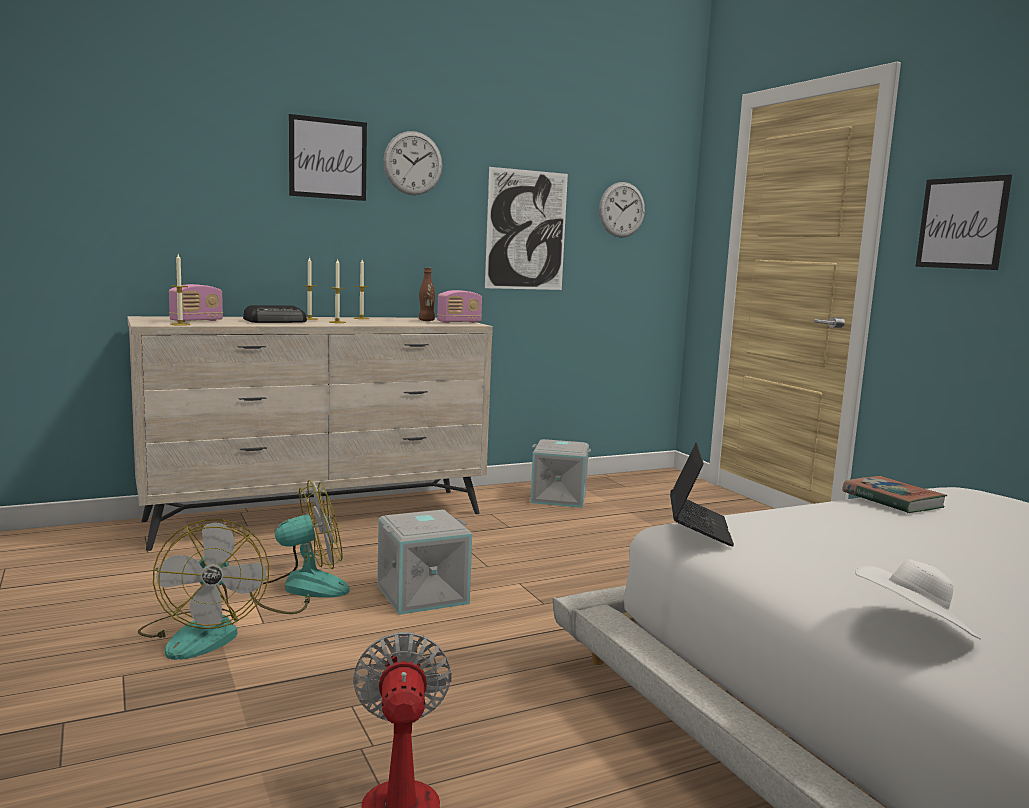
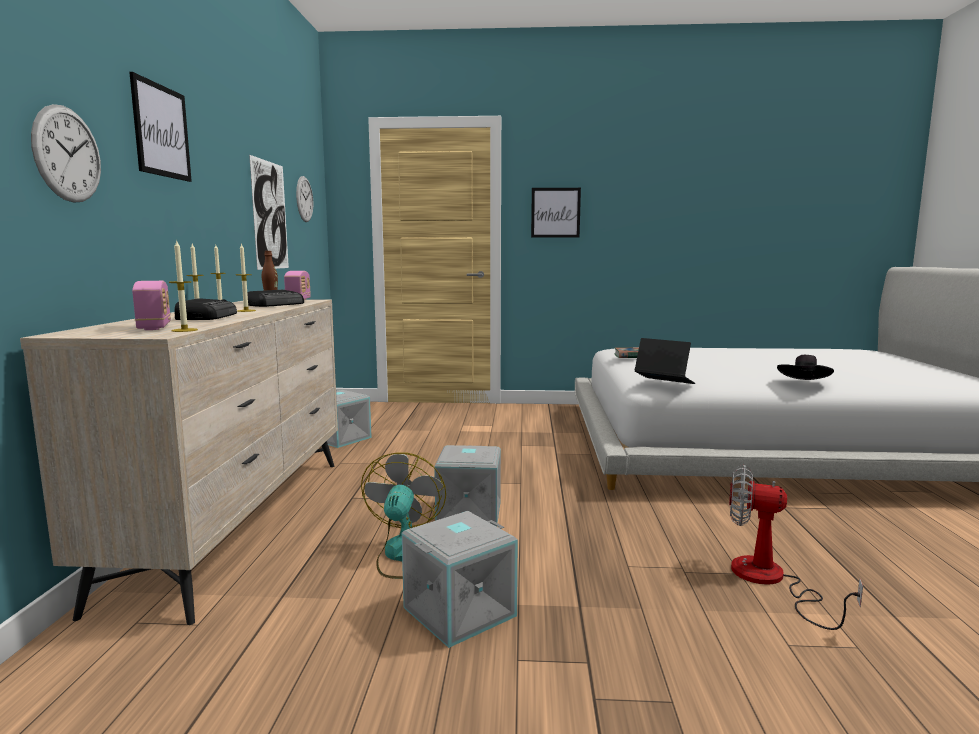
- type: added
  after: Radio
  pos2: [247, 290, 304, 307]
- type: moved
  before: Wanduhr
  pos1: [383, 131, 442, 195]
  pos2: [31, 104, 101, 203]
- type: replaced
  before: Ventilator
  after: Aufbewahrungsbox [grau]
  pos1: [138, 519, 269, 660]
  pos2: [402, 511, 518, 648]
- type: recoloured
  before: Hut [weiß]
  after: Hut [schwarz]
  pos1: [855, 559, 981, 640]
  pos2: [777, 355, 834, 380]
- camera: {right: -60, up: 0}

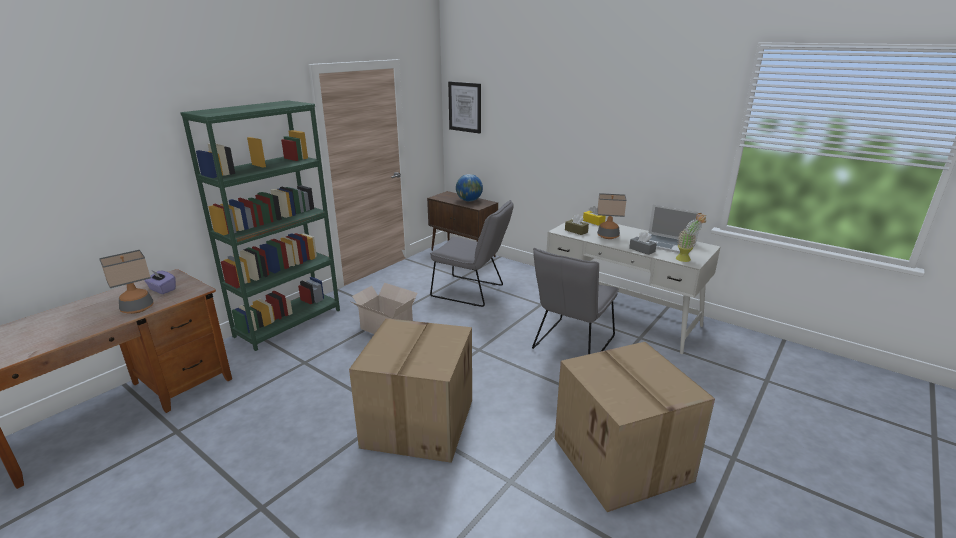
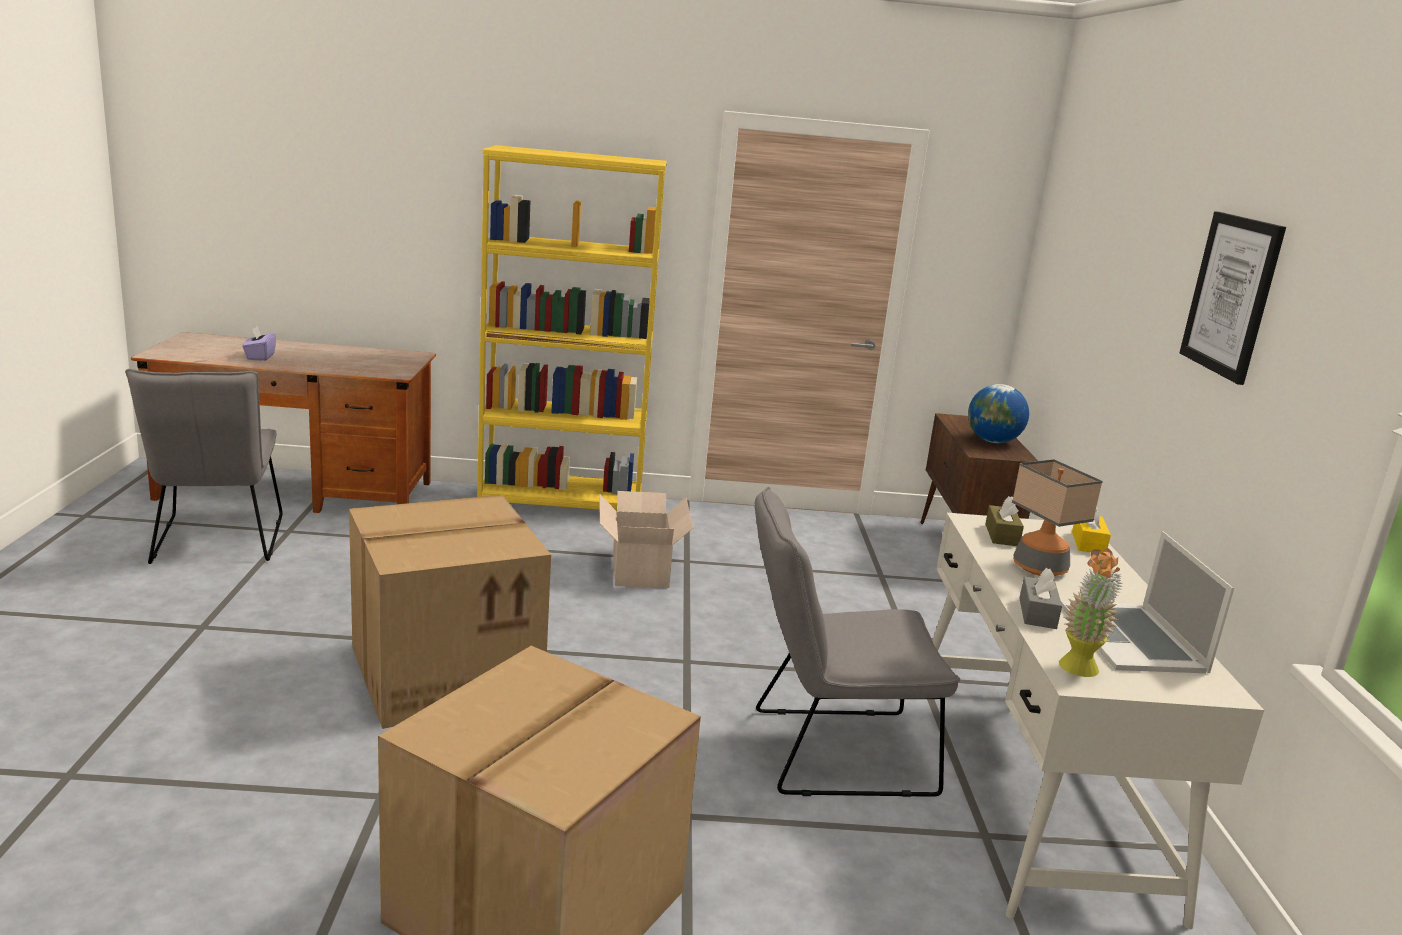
- type: removed
  before: Tischlampe
  pos1: [99, 250, 153, 314]
- type: moved
  before: Taschentuchbox [lila]
  pos1: [144, 271, 176, 294]
  pos2: [242, 326, 276, 361]
- type: moved
  before: Stuhl [grau]
  pos1: [430, 200, 514, 307]
  pos2: [125, 369, 283, 564]
- type: moved
  before: Bild
  pos1: [448, 82, 481, 134]
  pos2: [1180, 211, 1286, 385]
- type: recoloured
  before: Bücherregal [grün]
  after: Bücherregal [gelb]
  pos1: [180, 101, 340, 351]
  pos2: [477, 145, 667, 511]
- camera: {right: 50, up: -5}

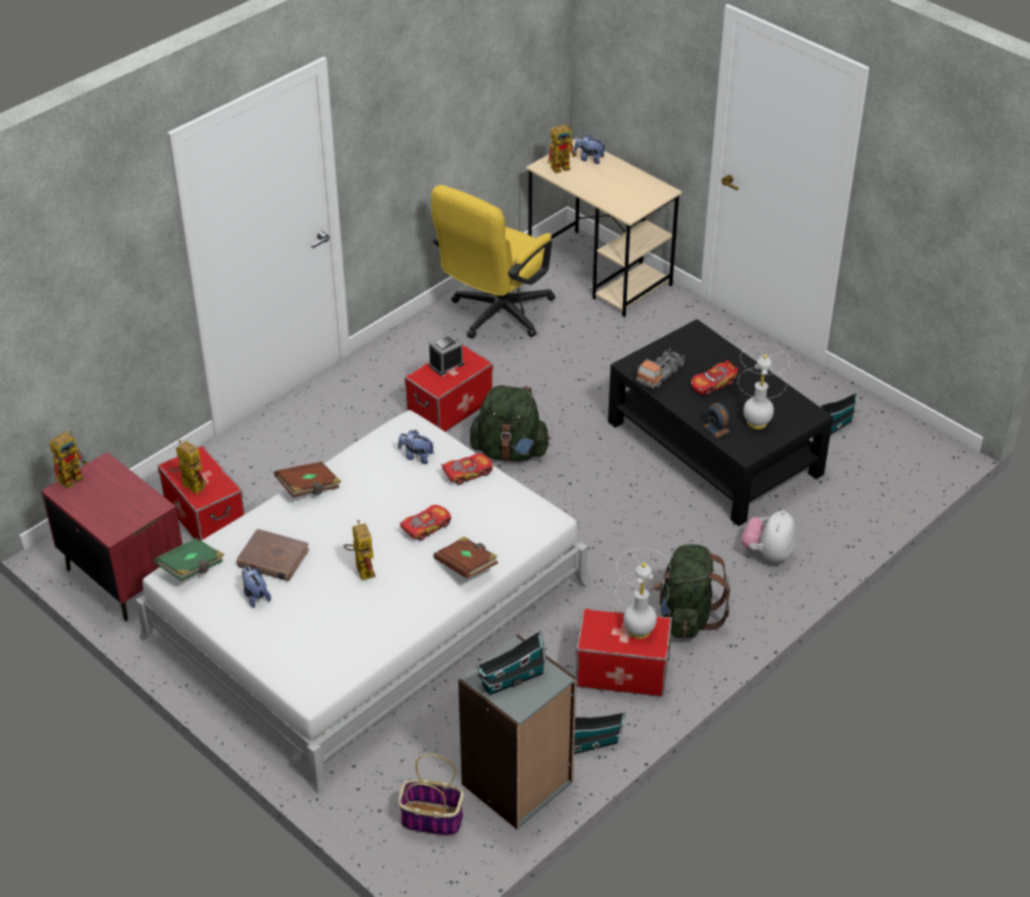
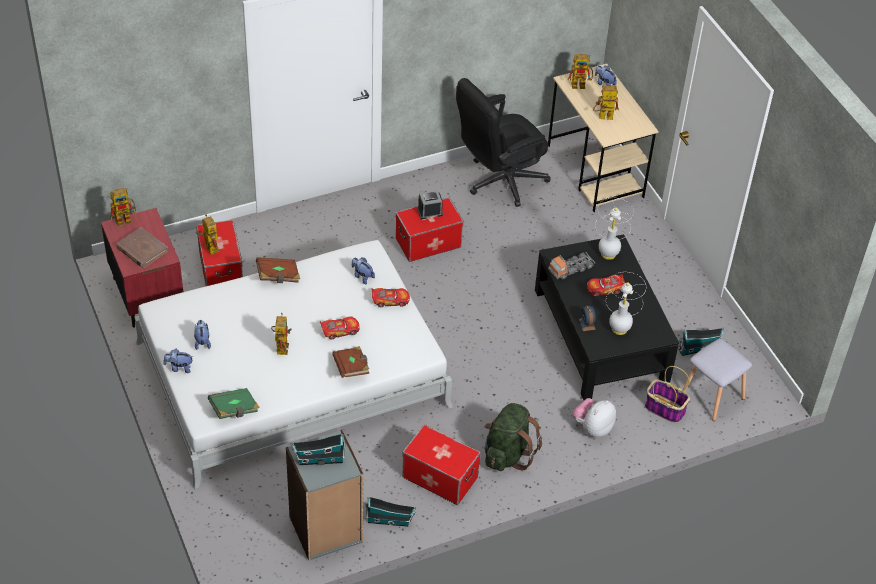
- type: removed
  before: Rucksack [grün]
  pos1: [470, 385, 551, 462]
- type: added
  after: Plüschtier
  pos2: [164, 349, 193, 373]
- type: added
  after: Spielzeugroboter
  pos2: [593, 85, 619, 120]
- type: added
  after: Hocker [grau]
  pos2: [682, 339, 752, 421]
- type: moved
  before: Buch [grün]
  pos1: [154, 538, 225, 581]
  pos2: [208, 388, 260, 419]
- type: moved
  before: Buch [braun]
  pos1: [237, 529, 309, 581]
  pos2: [116, 227, 168, 268]
- type: moved
  before: Korb
  pos1: [398, 754, 464, 836]
  pos2: [645, 366, 690, 423]
- type: moved
  before: Tischlampe [weiß]
  pos1: [615, 548, 671, 639]
  pos2: [595, 198, 634, 260]
- type: recoloured
  before: Bürostuhl [gelb]
  after: Bürostuhl [schwarz]
  pos1: [431, 185, 555, 338]
  pos2: [456, 78, 550, 207]
- camera: {right: 20, up: 5}

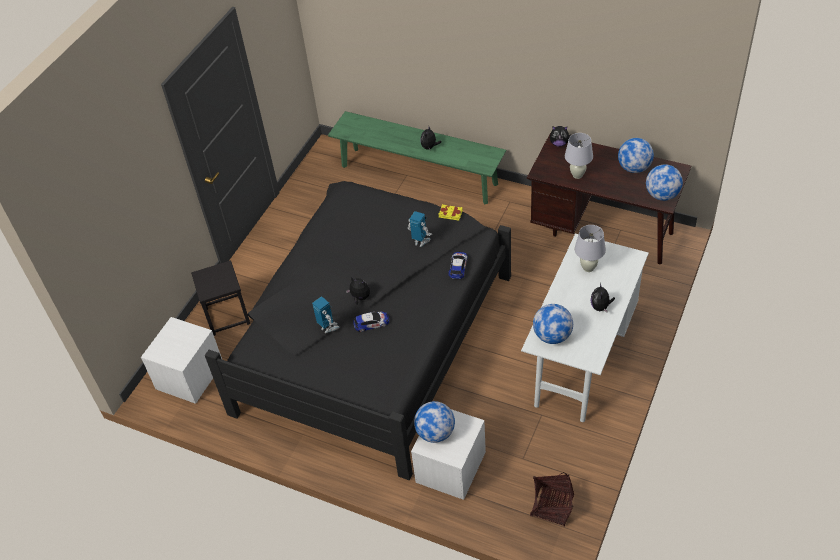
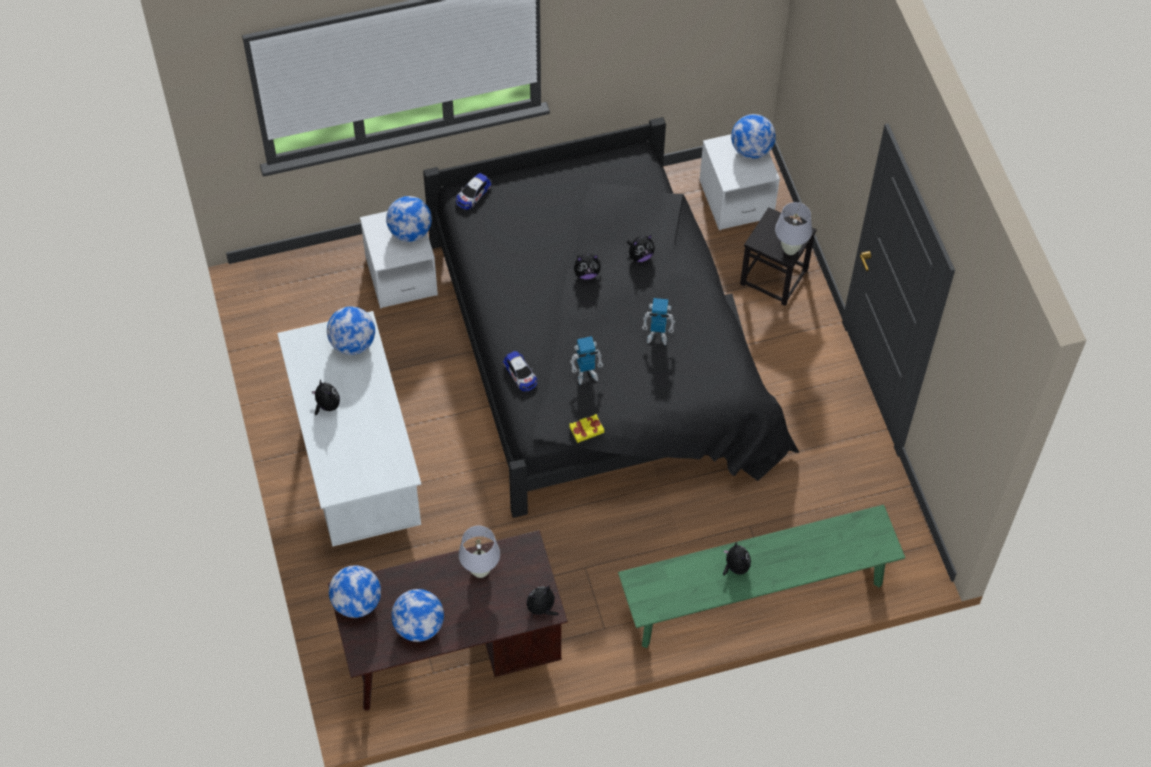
- type: removed
  before: Korb
  pos1: [530, 472, 574, 527]
- type: added
  after: Plüschtier
  pos2: [627, 235, 655, 262]
- type: added
  after: Globus
  pos2: [731, 114, 776, 159]
- type: moved
  before: Spielzeugroboter
  pos1: [312, 296, 339, 333]
  pos2: [642, 298, 675, 345]
- type: moved
  before: Spielzeugauto
  pos1: [353, 311, 389, 332]
  pos2: [456, 173, 492, 210]
- type: moved
  before: Tischlampe [weiß]
  pos1: [575, 225, 606, 272]
  pos2: [775, 202, 812, 255]
- camera: {right: 135, up: 10}

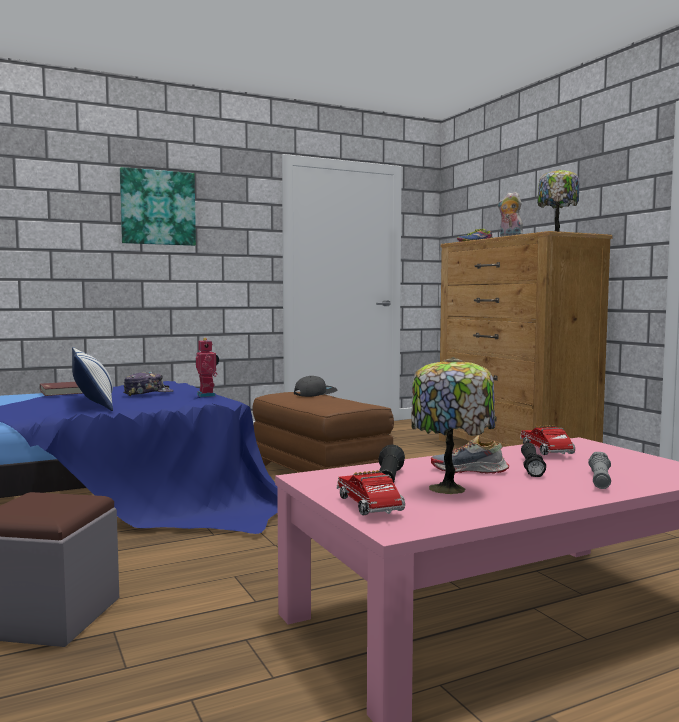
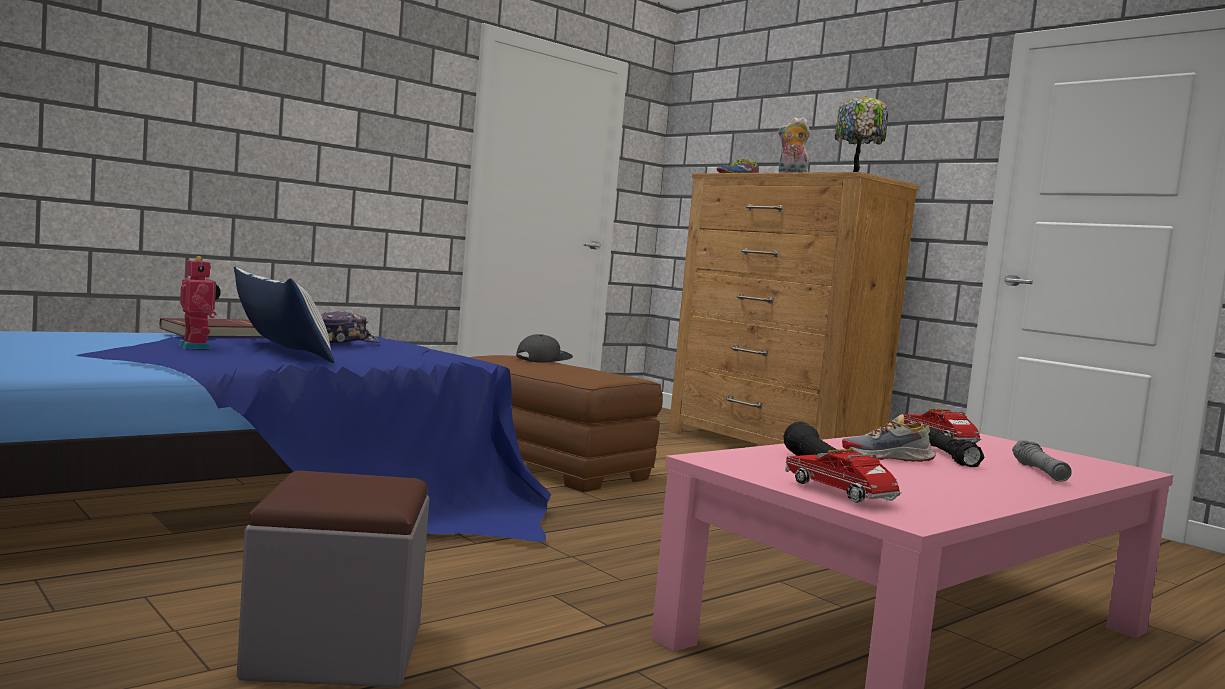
- type: removed
  before: Bild
  pos1: [120, 167, 196, 246]
- type: removed
  before: Tischlampe
  pos1: [411, 357, 495, 494]
- type: moved
  before: Spielzeugroboter
  pos1: [196, 338, 219, 397]
  pos2: [179, 256, 221, 349]
- camera: {right: -15, up: 0}

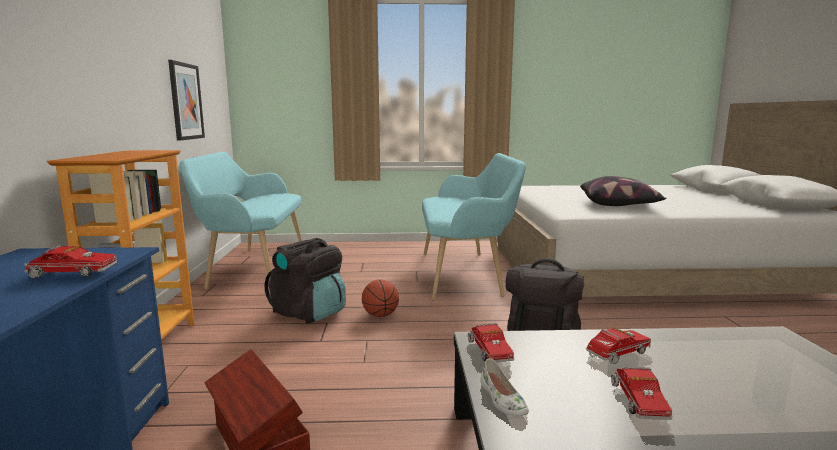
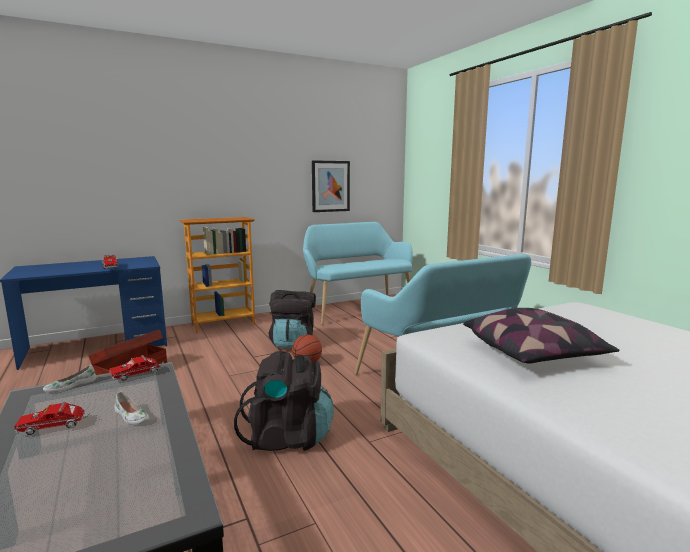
- type: replaced
  before: Spielzeuglaster
  after: Schuh [weiß]
  pos1: [585, 327, 651, 364]
  pos2: [115, 392, 149, 425]
- camera: {right: 65, up: 0}

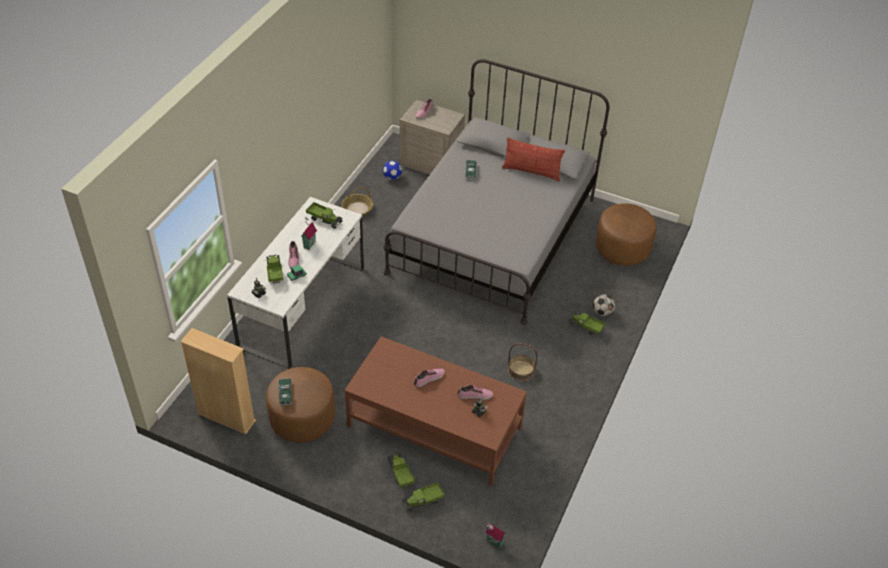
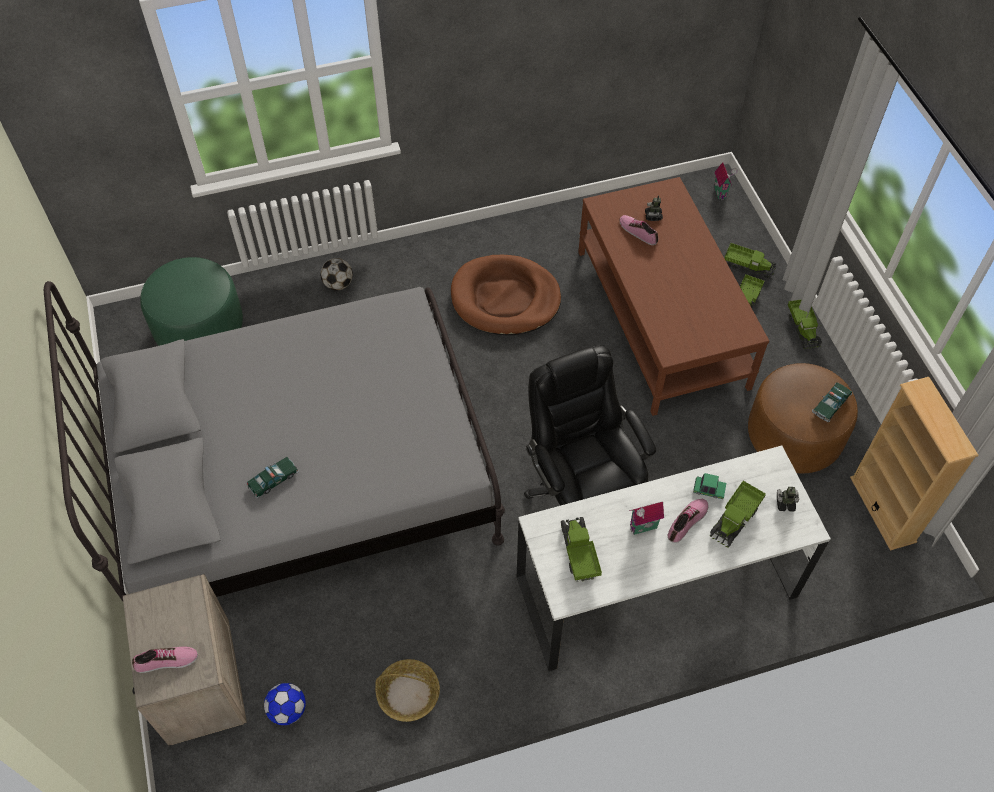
- type: removed
  before: Schuh
  pos1: [414, 368, 445, 387]
- type: removed
  before: Kissen
  pos1: [502, 137, 565, 181]
- type: added
  after: Bürostuhl [schwarz]
  pos2: [524, 345, 656, 506]
- type: moved
  before: Spielzeuglaster
  pos1: [568, 313, 606, 335]
  pos2: [788, 299, 822, 349]
- type: replaced
  before: Korb
  after: Hundebett [braun]
  pos1: [508, 343, 538, 381]
  pos2: [451, 255, 561, 335]
- type: recoloured
  before: Polsterhocker [braun]
  after: Polsterhocker [grün]
  pos1: [596, 203, 657, 266]
  pos2: [140, 257, 243, 346]
- camera: {right: -130, up: 10}

